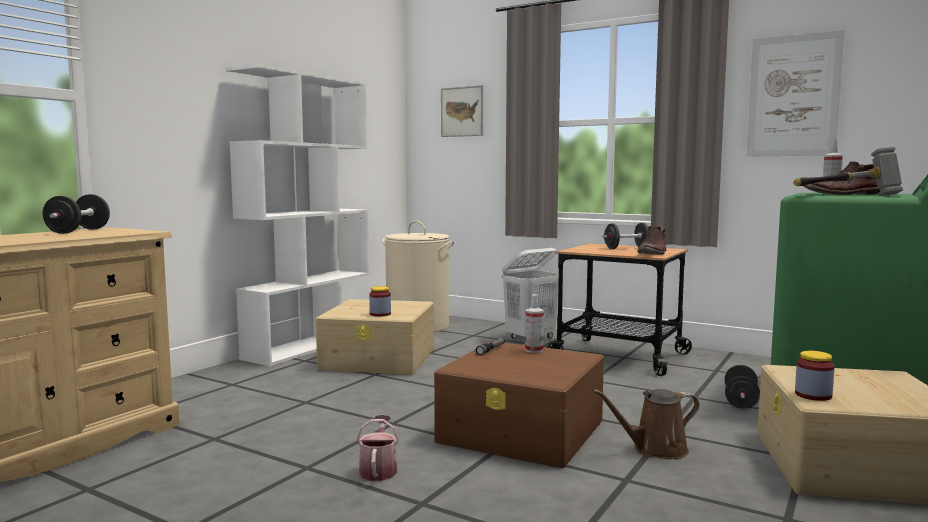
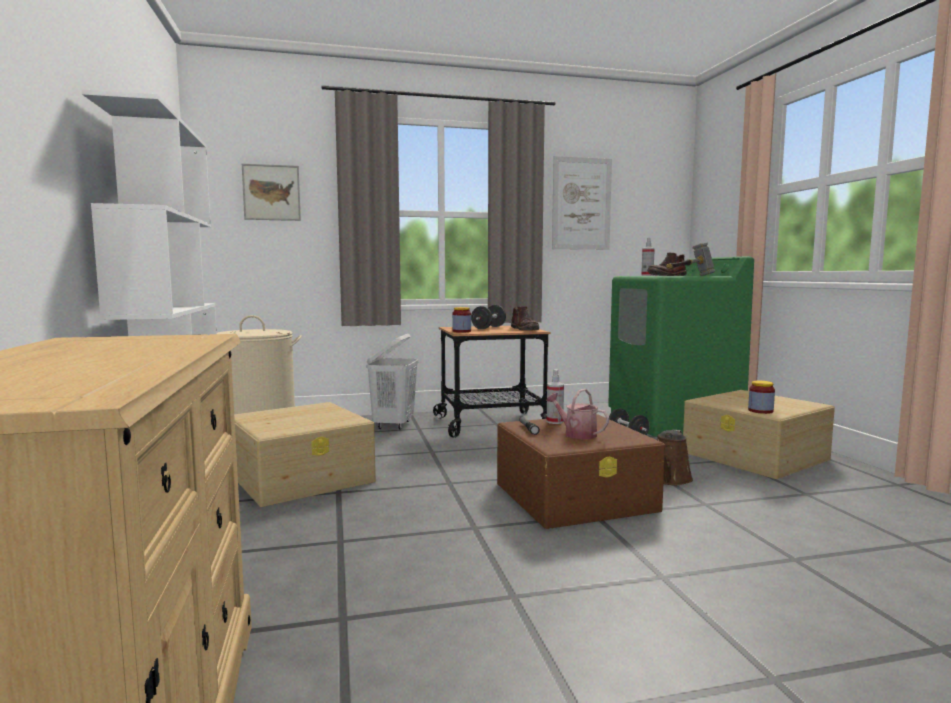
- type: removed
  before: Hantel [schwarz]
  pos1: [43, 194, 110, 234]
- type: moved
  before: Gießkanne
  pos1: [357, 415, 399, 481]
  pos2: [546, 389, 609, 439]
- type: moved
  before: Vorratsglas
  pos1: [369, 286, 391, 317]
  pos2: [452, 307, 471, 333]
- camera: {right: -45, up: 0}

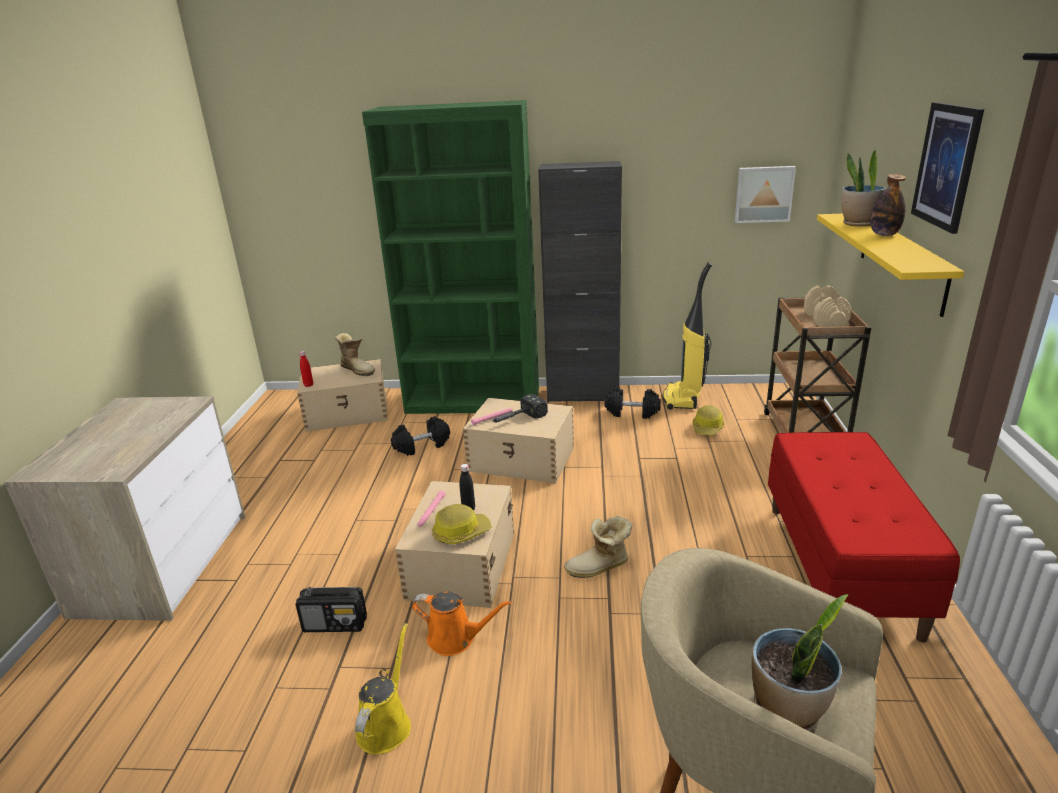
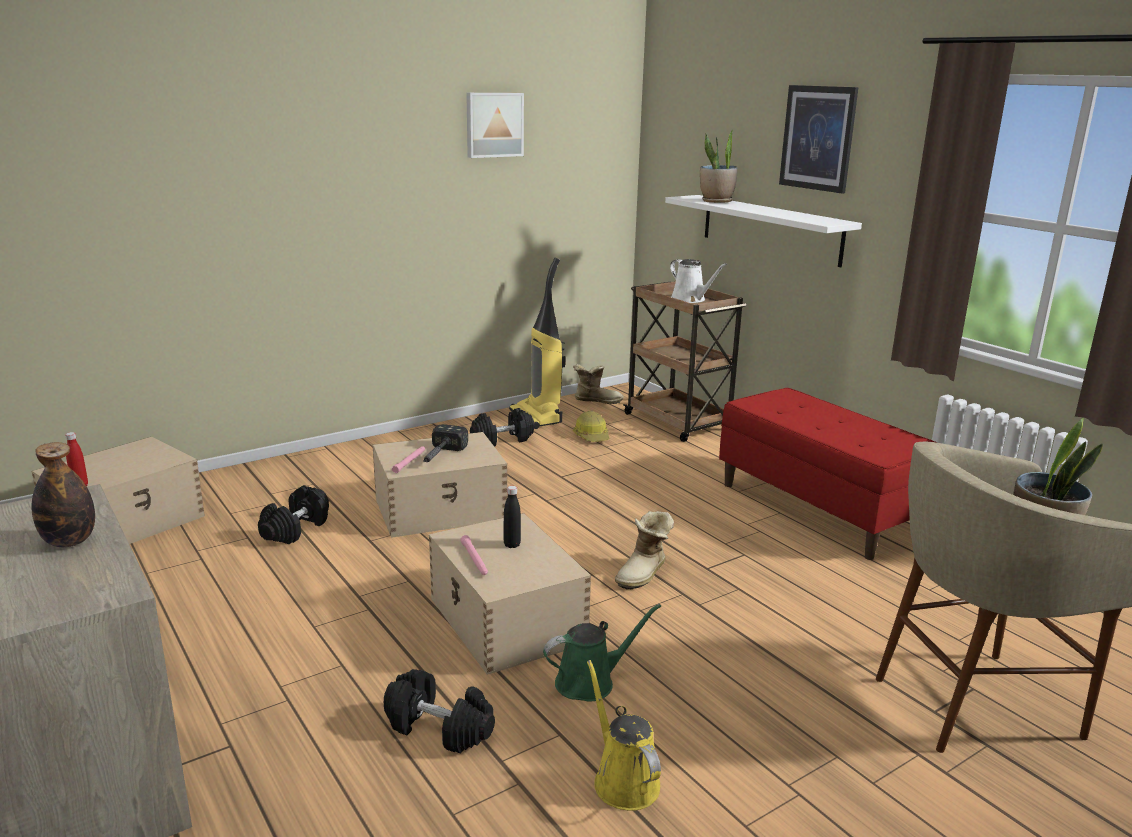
- type: removed
  before: Bücherregal [grün]
  pos1: [362, 100, 539, 414]
- type: removed
  before: Schutzhelm
  pos1: [432, 504, 492, 544]
- type: removed
  before: Schrank [schwarz]
  pos1: [538, 161, 622, 402]
- type: moved
  before: Stiefel
  pos1: [335, 333, 375, 376]
  pos2: [573, 364, 624, 404]
- type: moved
  before: Bild
  pos1: [735, 166, 796, 223]
  pos2: [466, 93, 524, 158]
- type: moved
  before: Flasche
  pos1: [871, 174, 906, 236]
  pos2: [32, 442, 95, 547]
- type: replaced
  before: Radio
  after: Hantel [schwarz]
  pos1: [296, 587, 367, 632]
  pos2: [384, 669, 495, 754]
- type: replaced
  before: Hantel [beige]
  after: Gießkanne [weiß]
  pos1: [804, 285, 852, 327]
  pos2: [670, 259, 727, 303]
- type: recoloured
  before: Gießkanne [orange]
  after: Gießkanne [grün]
  pos1: [412, 591, 512, 656]
  pos2: [543, 604, 661, 701]
- type: recoloured
  before: Wandregal [gelb]
  after: Wandregal [weiß]
  pos1: [817, 214, 964, 317]
  pos2: [665, 195, 862, 267]
- camera: {right: -40, up: -5}

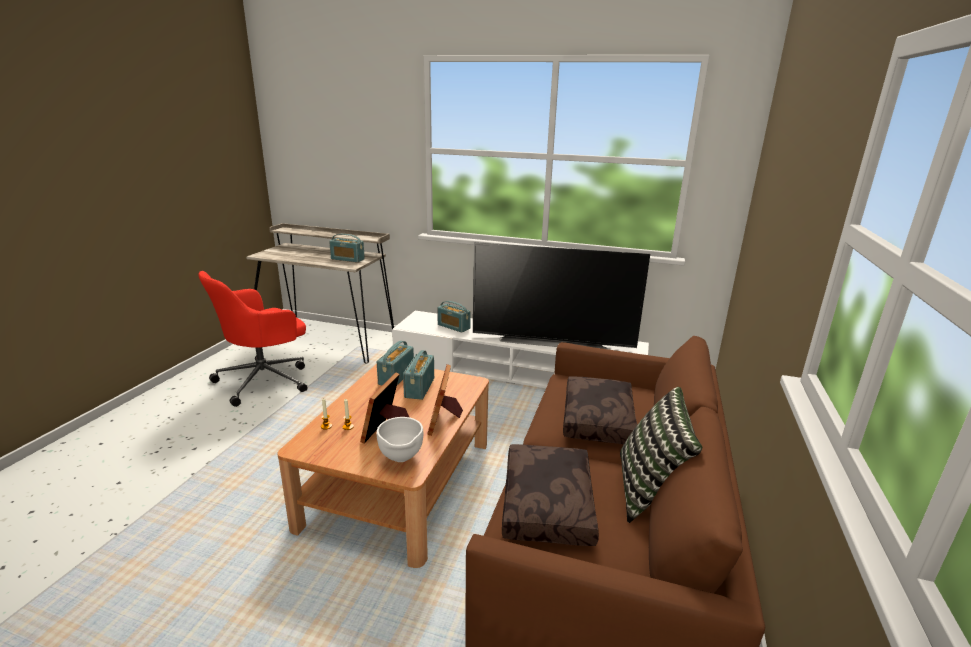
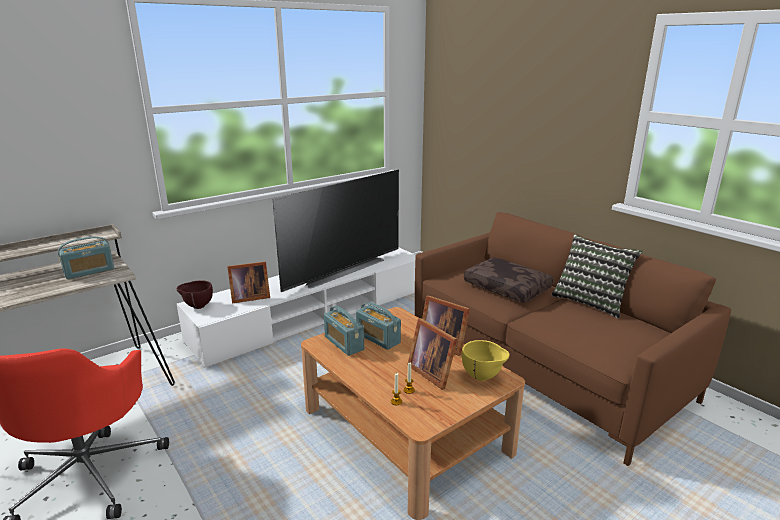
- type: removed
  before: Kissen [braun]
  pos1: [502, 444, 599, 546]
- type: added
  after: Schüssel [braun]
  pos2: [177, 280, 213, 309]
- type: replaced
  before: Radio
  after: Bilderrahmen
  pos1: [437, 301, 471, 333]
  pos2: [227, 261, 270, 303]
- type: recoloured
  before: Schüssel [weiß]
  after: Schüssel [gelb]
  pos1: [377, 417, 424, 462]
  pos2: [462, 340, 509, 381]
- camera: {right: -55, up: 0}

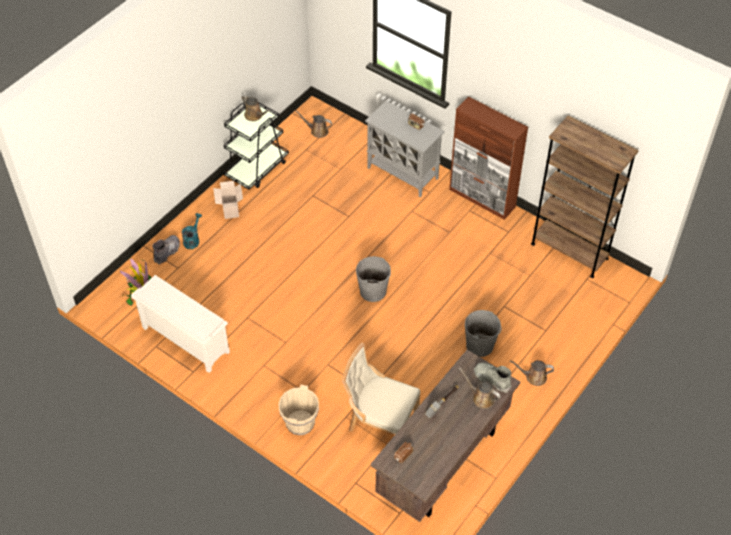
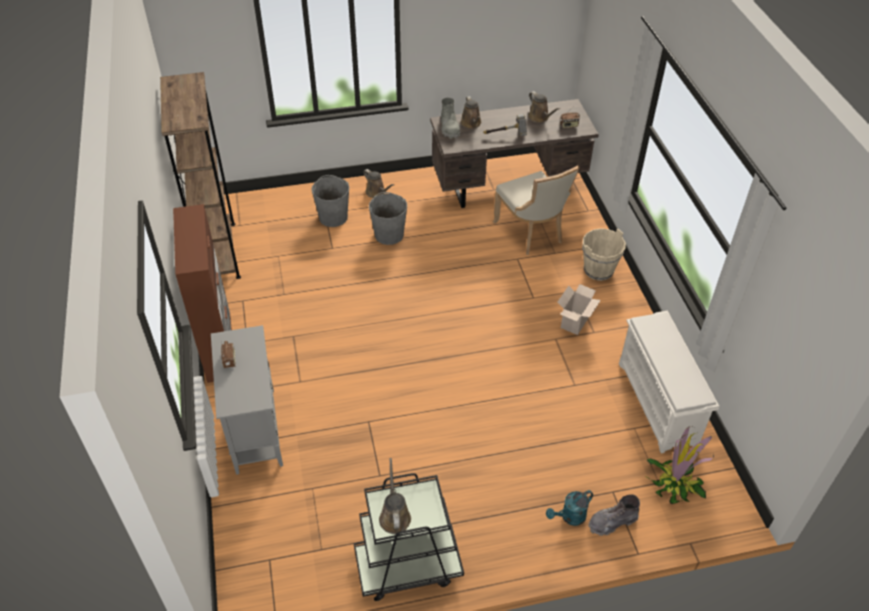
- type: moved
  before: Karton
  pos1: [213, 181, 243, 219]
  pos2: [558, 284, 601, 335]
- type: moved
  before: Gießkanne [braun]
  pos1: [295, 111, 332, 138]
  pos2: [528, 91, 560, 123]
- type: moved
  before: Eimer [grau]
  pos1: [356, 256, 391, 302]
  pos2: [311, 175, 349, 227]
- camera: {right: -140, up: -5}

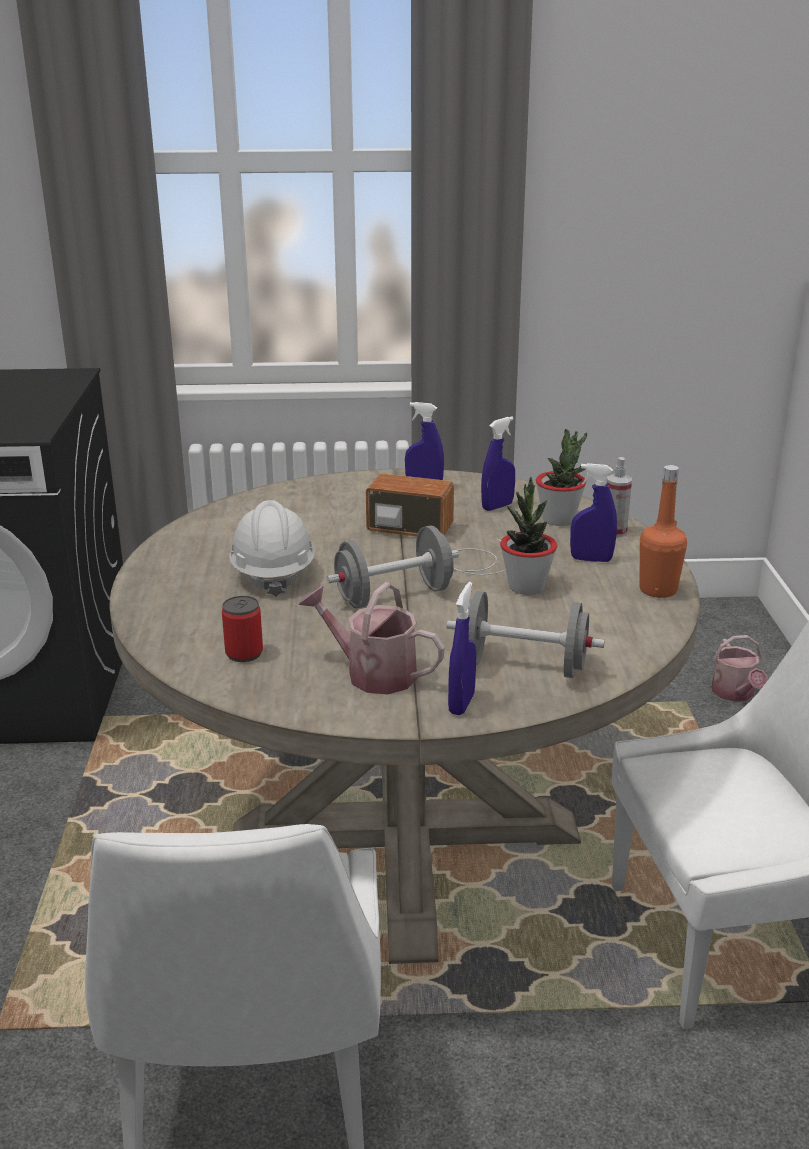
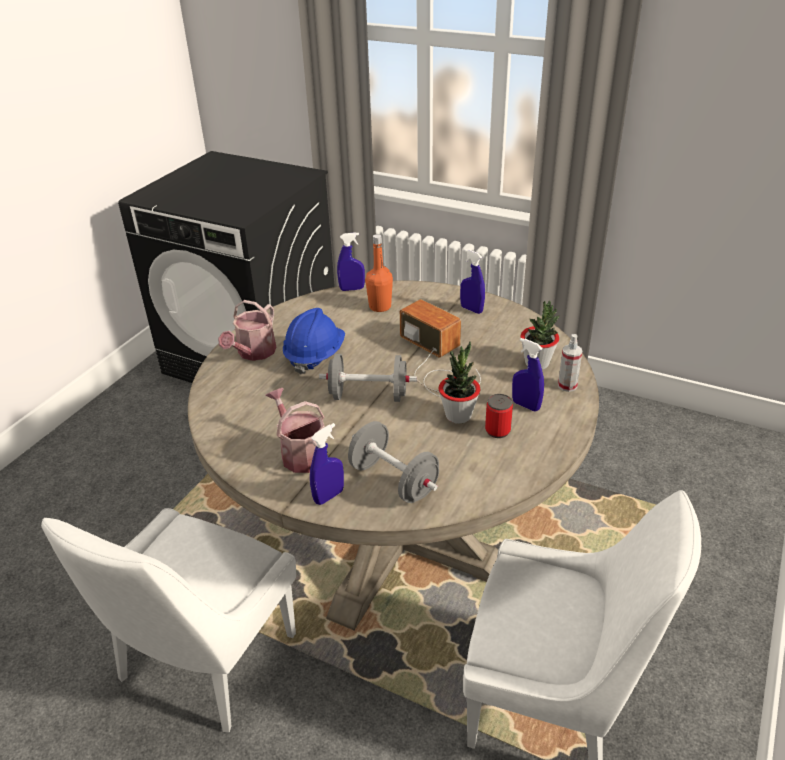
- type: moved
  before: Dose
  pos1: [222, 596, 263, 662]
  pos2: [485, 394, 513, 438]
- type: moved
  before: Sprühflasche [blau]
  pos1: [481, 416, 515, 511]
  pos2: [337, 232, 365, 291]
- type: moved
  before: Flasche [orange]
  pos1: [640, 465, 687, 598]
  pos2: [365, 234, 393, 312]
- type: moved
  before: Gießkanne
  pos1: [712, 635, 768, 702]
  pos2: [218, 300, 276, 361]
- type: recoloured
  before: Schutzhelm [weiß]
  after: Schutzhelm [blau]
  pos1: [229, 500, 315, 597]
  pos2: [283, 308, 345, 374]
- camera: {right: 30, up: 10}

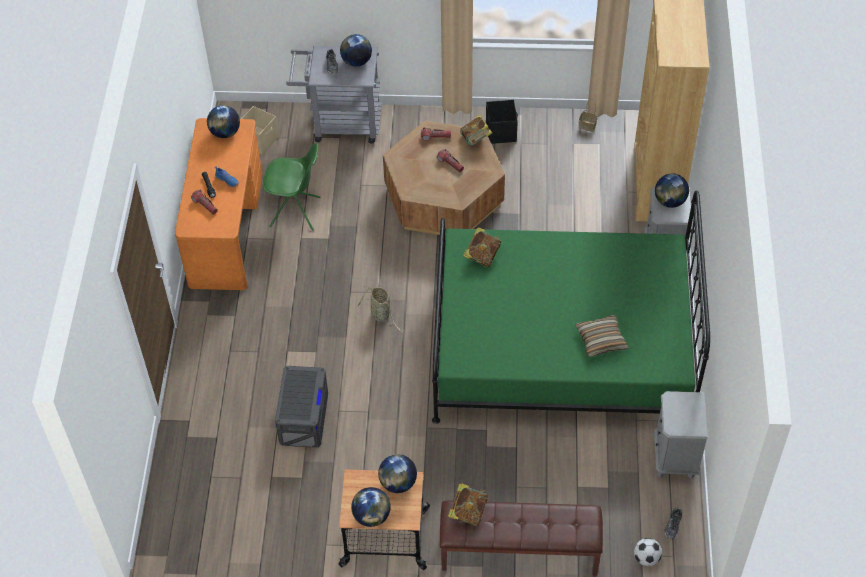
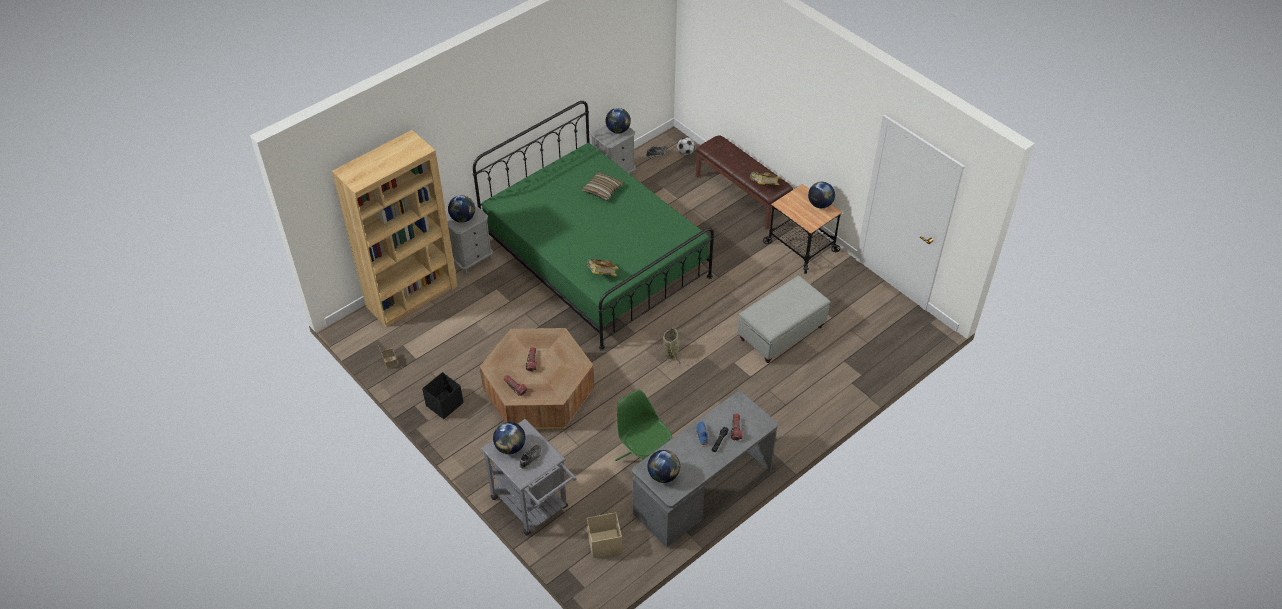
- type: removed
  before: Buch
  pos1: [460, 115, 492, 145]
- type: moved
  before: Globus
  pos1: [378, 454, 417, 493]
  pos2: [606, 108, 631, 134]
- type: replaced
  before: Aufbewahrungsbox [grau]
  after: Polsterhocker [grau]
  pos1: [275, 366, 328, 448]
  pos2: [738, 275, 831, 363]
- type: recoloured
  before: Schreibtisch [orange]
  after: Schreibtisch [grau]
  pos1: [175, 118, 262, 290]
  pos2: [632, 391, 778, 547]
- camera: {right: -135, up: -5}

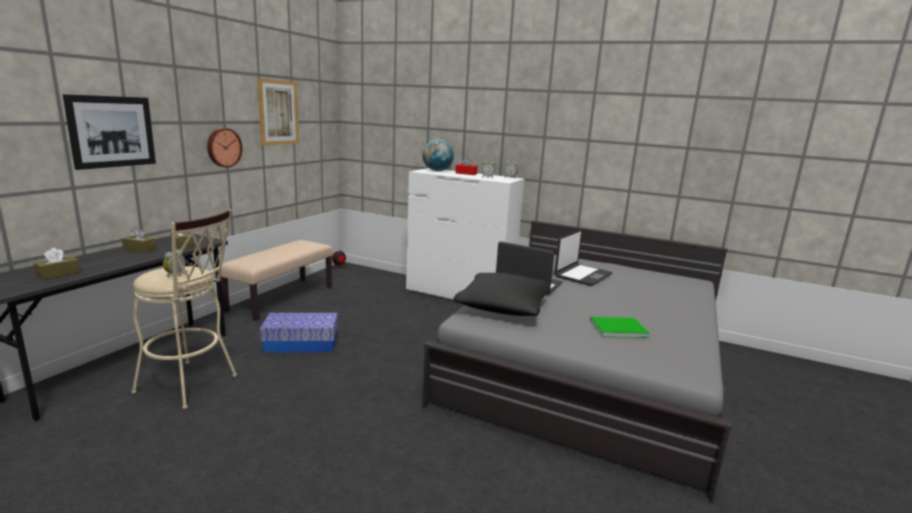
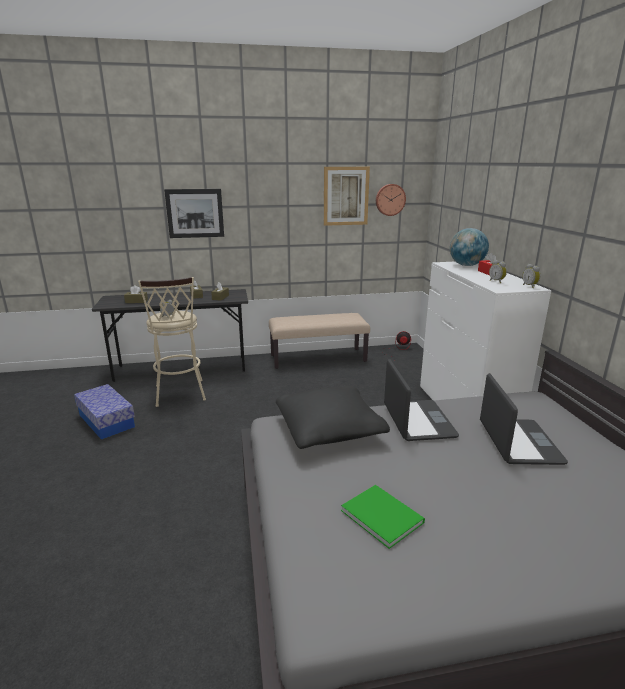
- type: moved
  before: Wanduhr
  pos1: [207, 128, 243, 168]
  pos2: [376, 184, 406, 216]
- type: moved
  before: Aufbewahrungsbox
  pos1: [260, 313, 338, 353]
  pos2: [74, 384, 135, 439]
- type: turned
  before: Laptop
  pos1: [554, 229, 612, 286]
  pos2: [480, 374, 568, 465]
  turn: -90
- camera: {right: 55, up: 5}

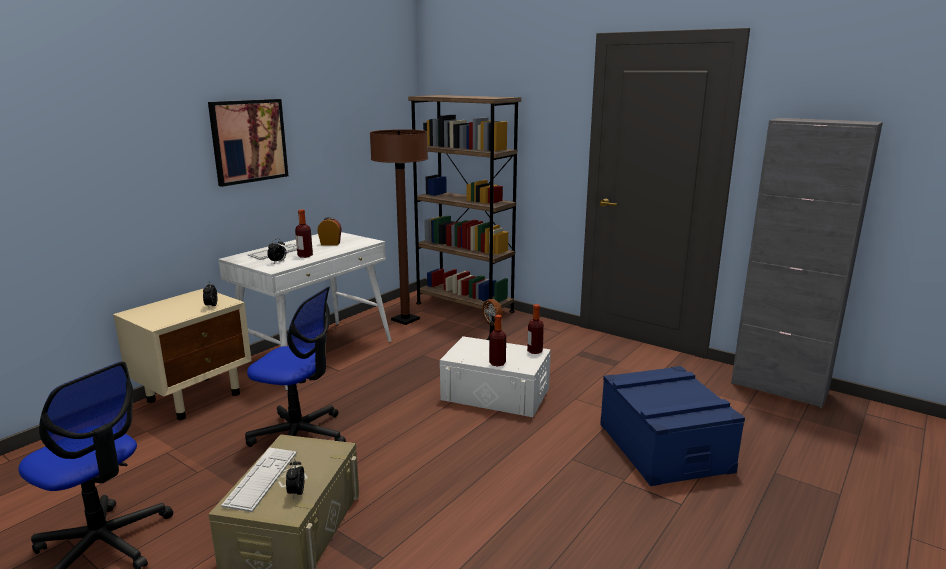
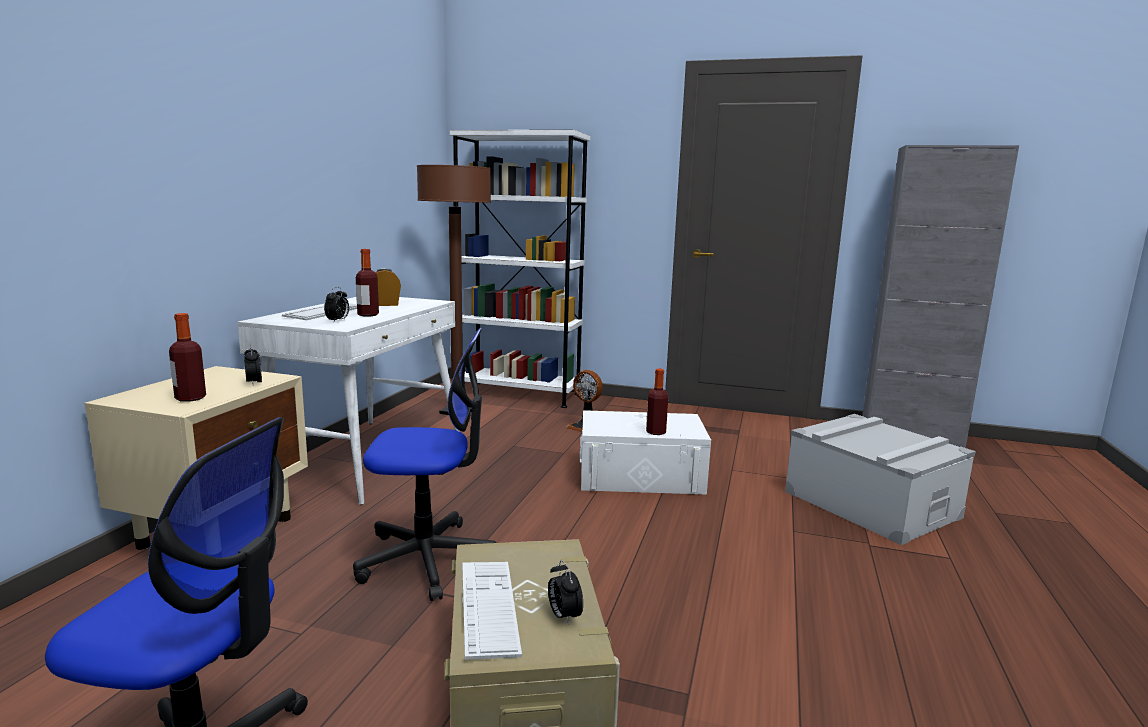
- type: removed
  before: Bild
  pos1: [208, 99, 288, 187]
- type: moved
  before: Flasche
  pos1: [527, 304, 544, 354]
  pos2: [169, 313, 206, 402]
- type: recoloured
  before: Bücherregal [braun]
  after: Bücherregal [weiß]
  pos1: [408, 95, 521, 313]
  pos2: [450, 130, 590, 408]
- type: recoloured
  before: Aufbewahrungsbox [blau]
  after: Aufbewahrungsbox [grau]
  pos1: [600, 366, 745, 486]
  pos2: [785, 414, 976, 545]
- camera: {right: -20, up: -5}

